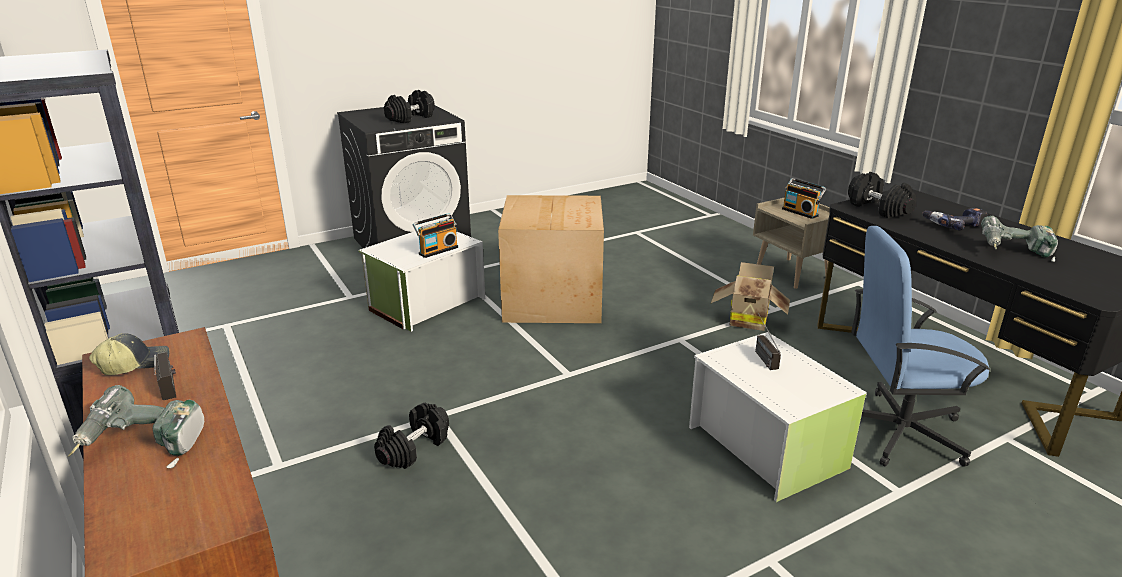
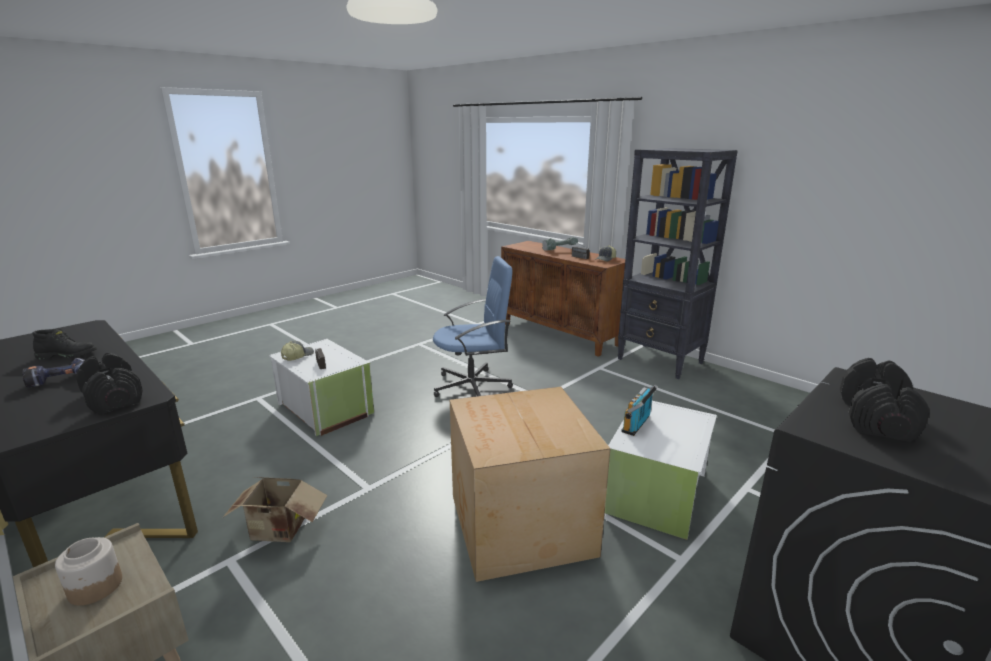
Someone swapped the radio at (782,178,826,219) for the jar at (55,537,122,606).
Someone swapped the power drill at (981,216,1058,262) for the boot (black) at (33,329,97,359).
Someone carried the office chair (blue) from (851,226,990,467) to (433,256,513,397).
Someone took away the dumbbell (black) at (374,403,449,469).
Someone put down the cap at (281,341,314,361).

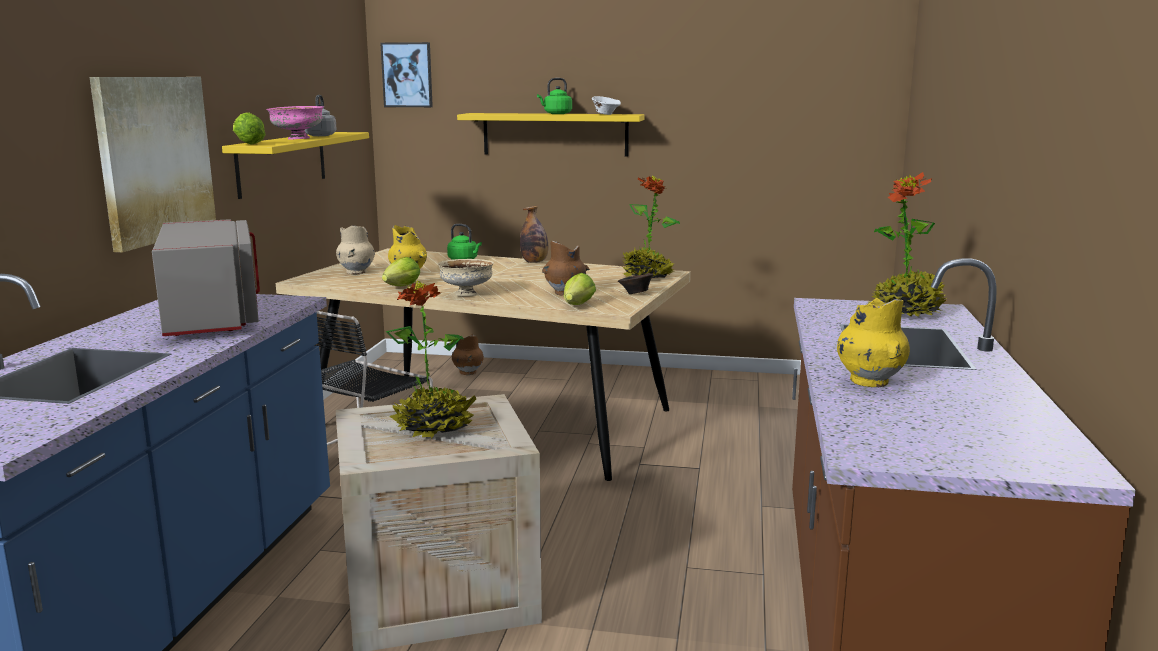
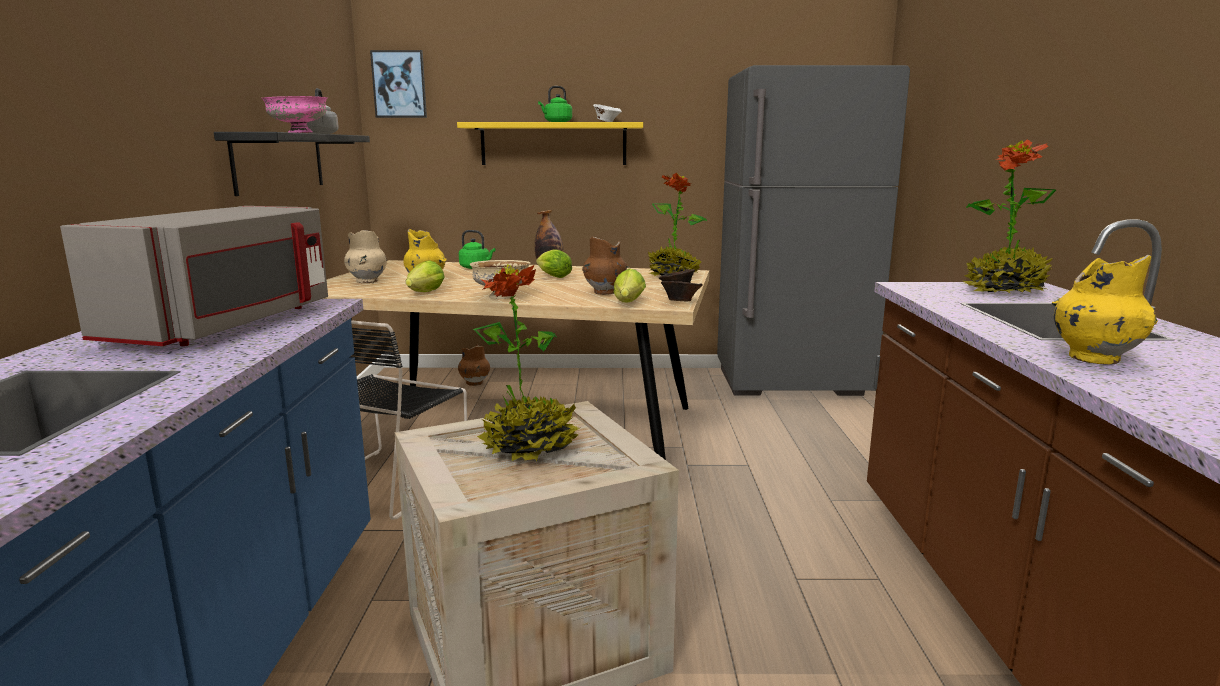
Someone took away the picture at (89,77,216,252).
Someone carried the lettuce from (233,112,266,145) to (536,249,572,278).
Someone repainted the shelf (yellow) at (222,132,369,199), which became the shelf (black) at (214,132,370,196).
Someone rotated the microwave (grey) at (152,219,260,336) by 45 degrees clockwise.
Someone put down the fridge (grey) at (717,65,910,396).
Someone put down the bowl (brown) at (661,281,703,301).

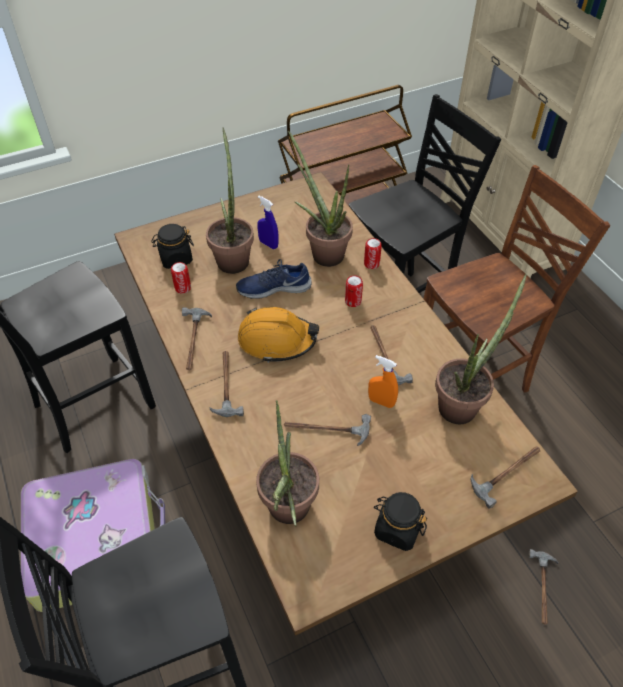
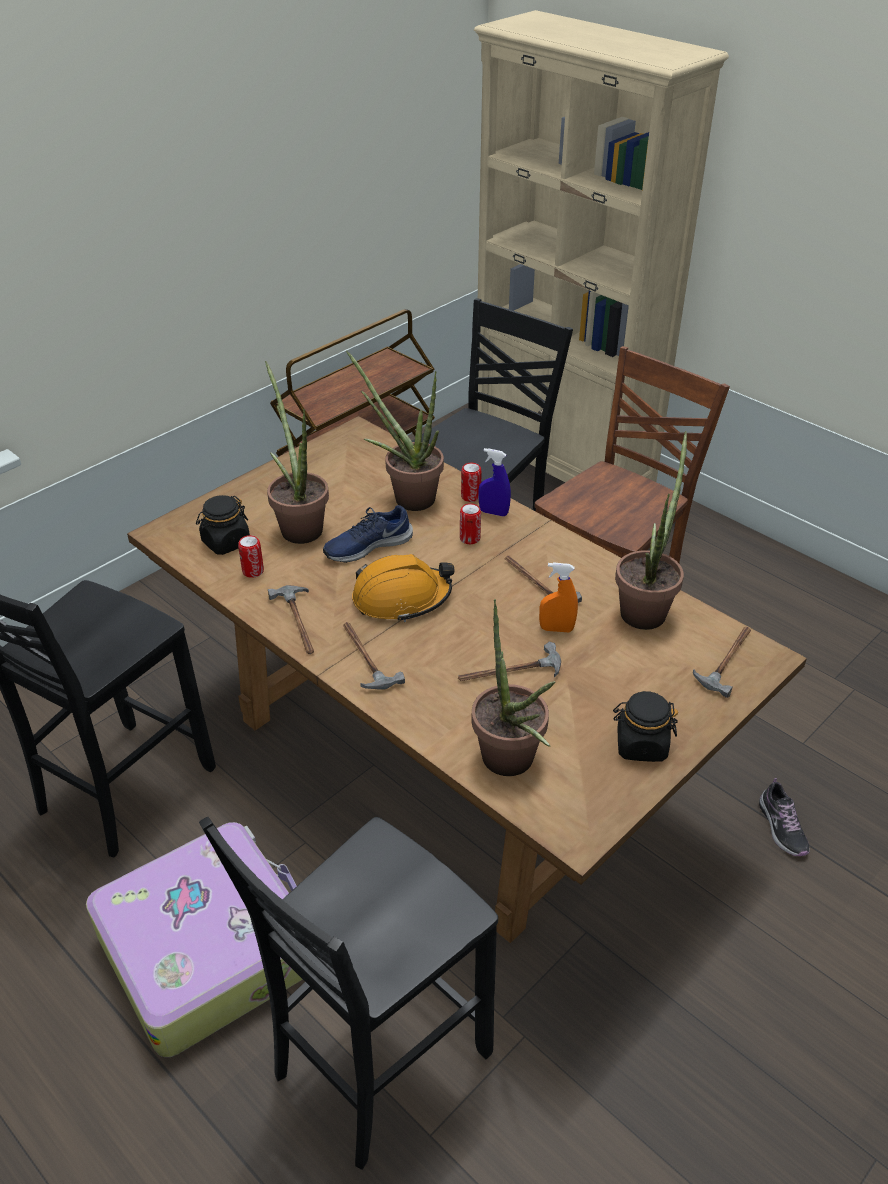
Someone carried the spray bottle (blue) from (257,196,279,249) to (478,448,511,516).
Someone swapped the hammer at (528,549,559,625) for the shoe at (759,778,809,856).

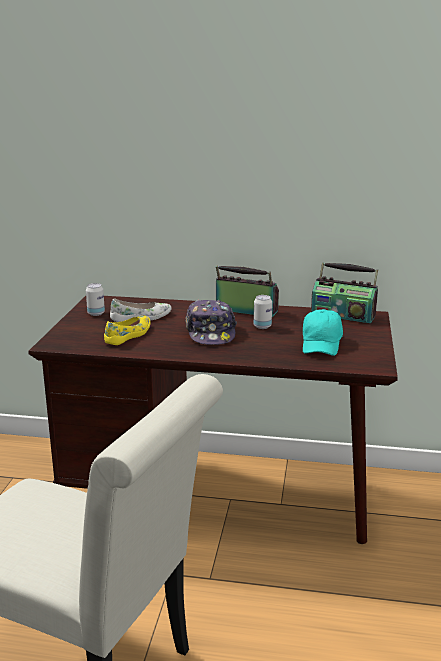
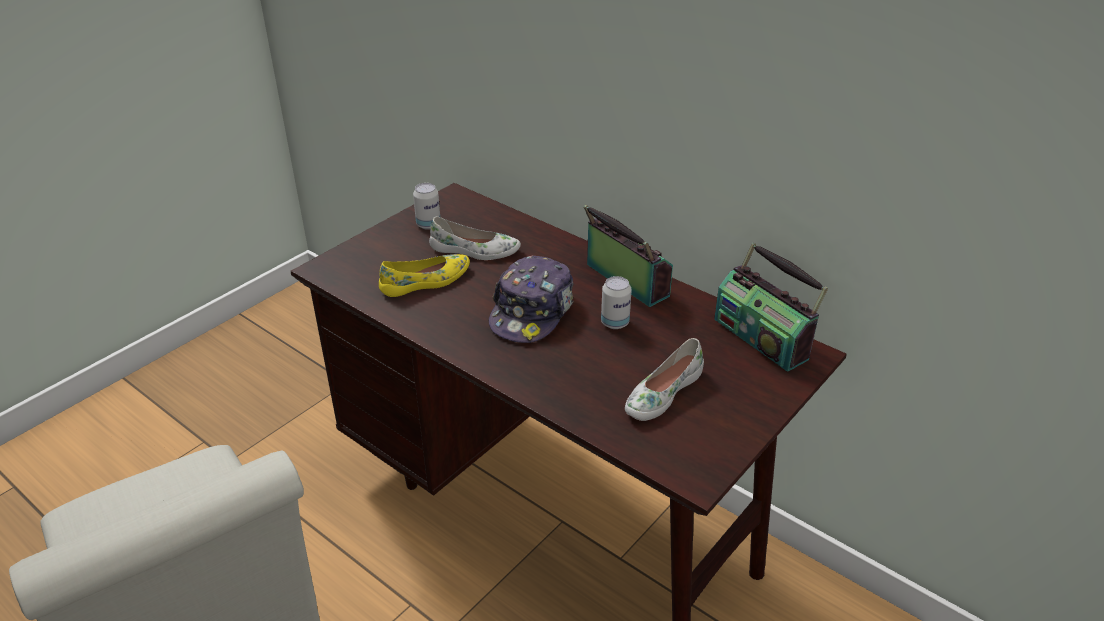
Someone swapped the cap (turquoise) at (303,309,343,356) for the shoe (white) at (625,338,704,421).

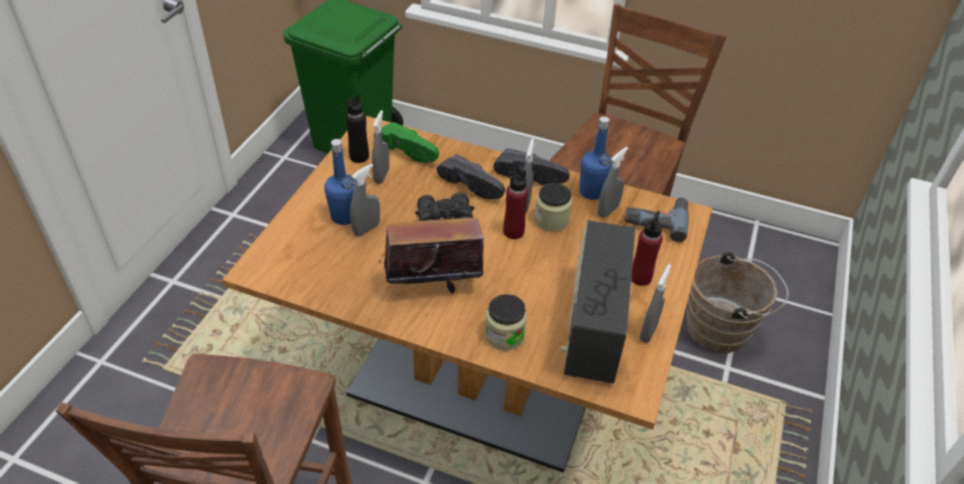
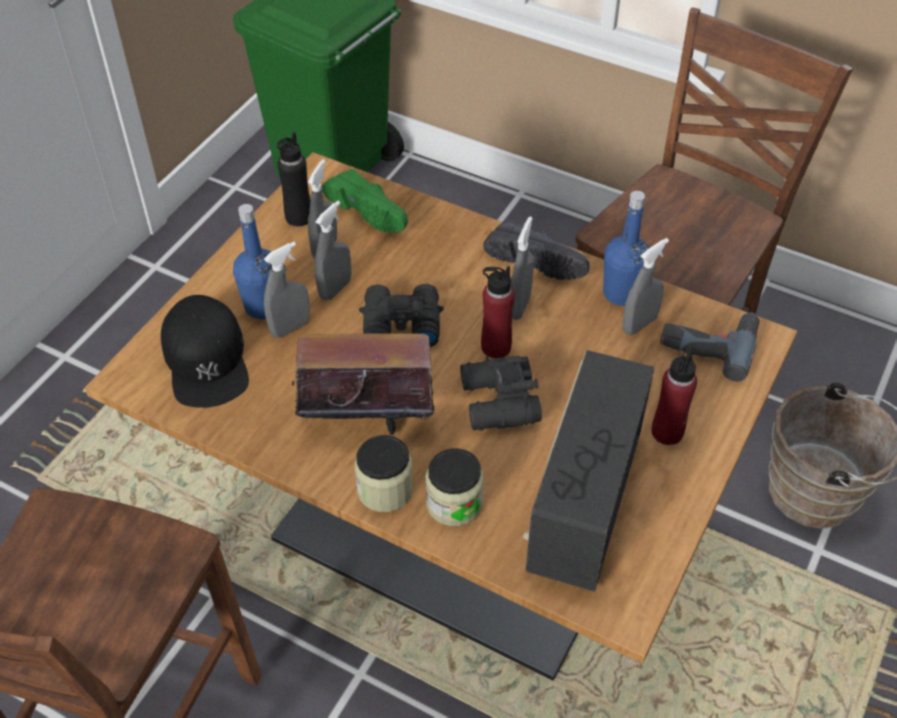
Someone took away the shoe (black) at (437,155,505,199).
Someone carried the jar from (534,183,572,232) to (355,435,413,512).
Someone carried the spray bottle (grey) from (639,264,671,343) to (315,201,351,301).
Someone put down the cap (black) at (161,295,249,408).
Someone put down the binoculars (black) at (460,356,542,431).

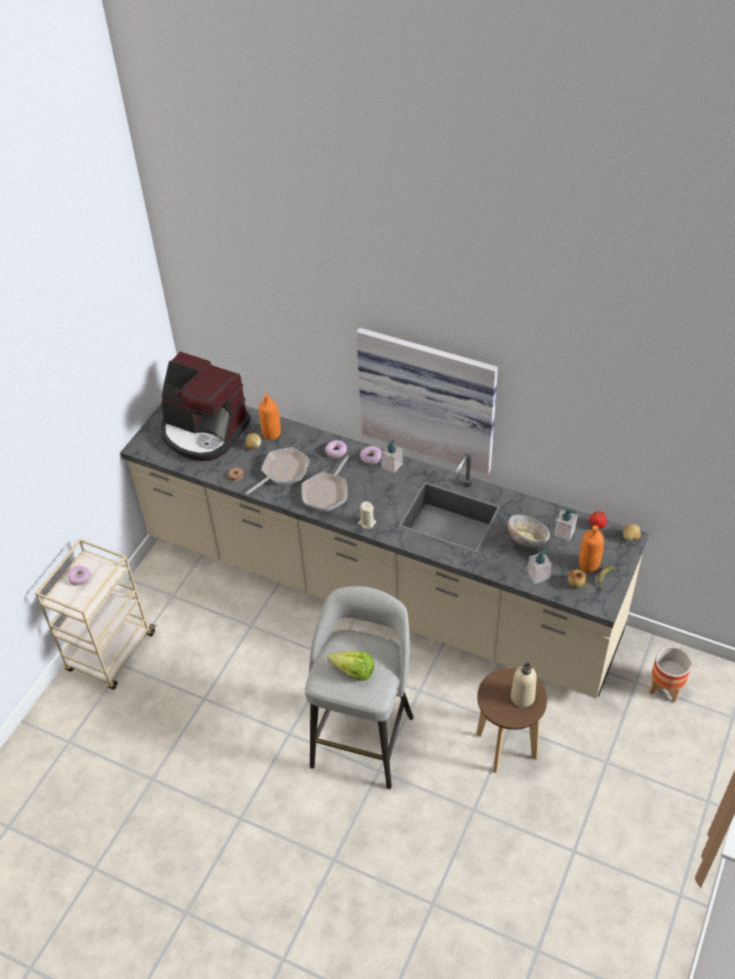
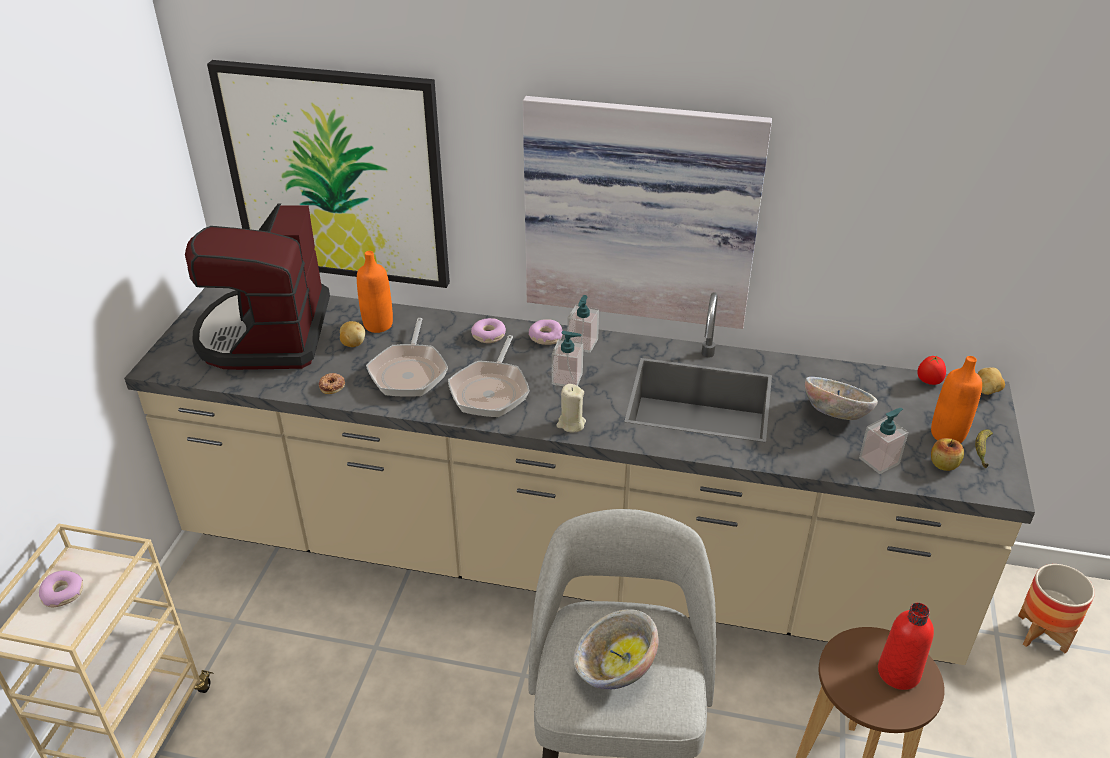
Someone rotated the coffee machine at (161,352,251,461) by 75 degrees clockwise.
Someone rotated the frying pan at (245,447,310,495) by 150 degrees clockwise.
Someone carried the soap dispenser from (554,507,578,541) to (552,331,583,386).
Someone swapped the lettuce at (327,651,374,681) for the bowl at (573,609,659,690).
Someone repainted the bottle (beige) at (511,662,537,707), which became the bottle (red) at (878,603,934,690).
Someone put up the picture at (207,60,450,288).

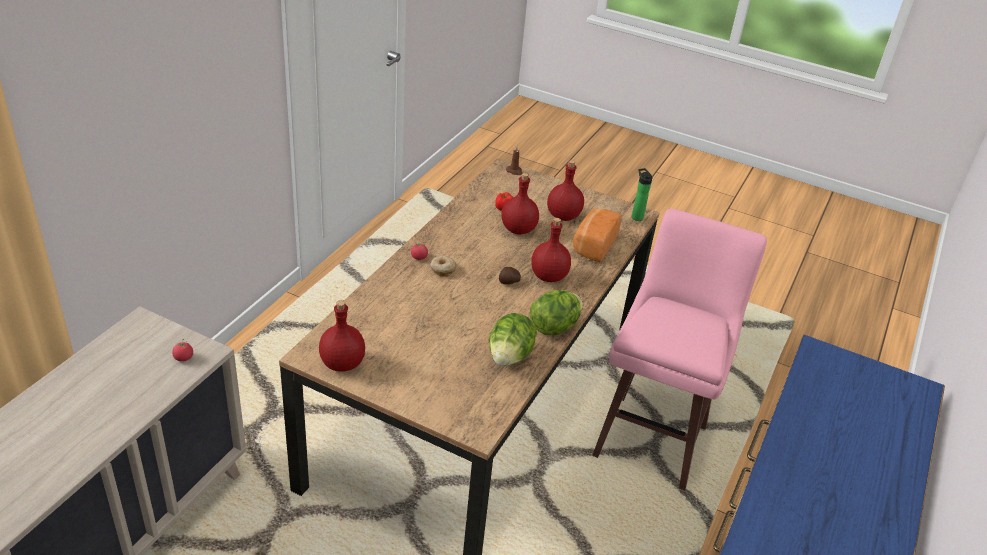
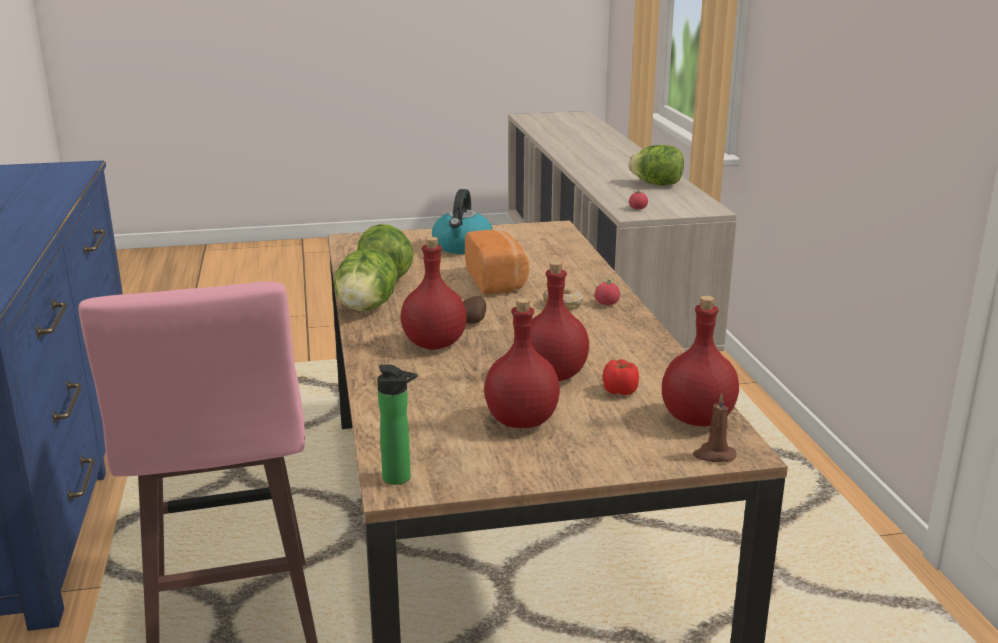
Someone carried the bread from (573,208,622,262) to (465,230,529,295).
Someone carried the bottle (red) from (319,300,365,372) to (662,296,739,427).
Someone put down the lettuce at (629,145,684,186).
Someone put down the kettle at (432,189,493,254).

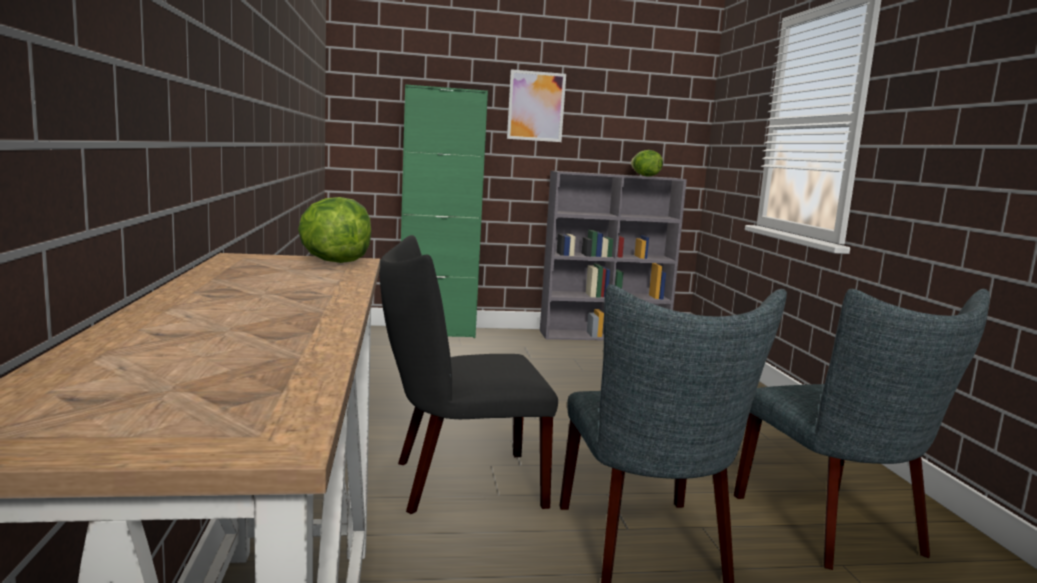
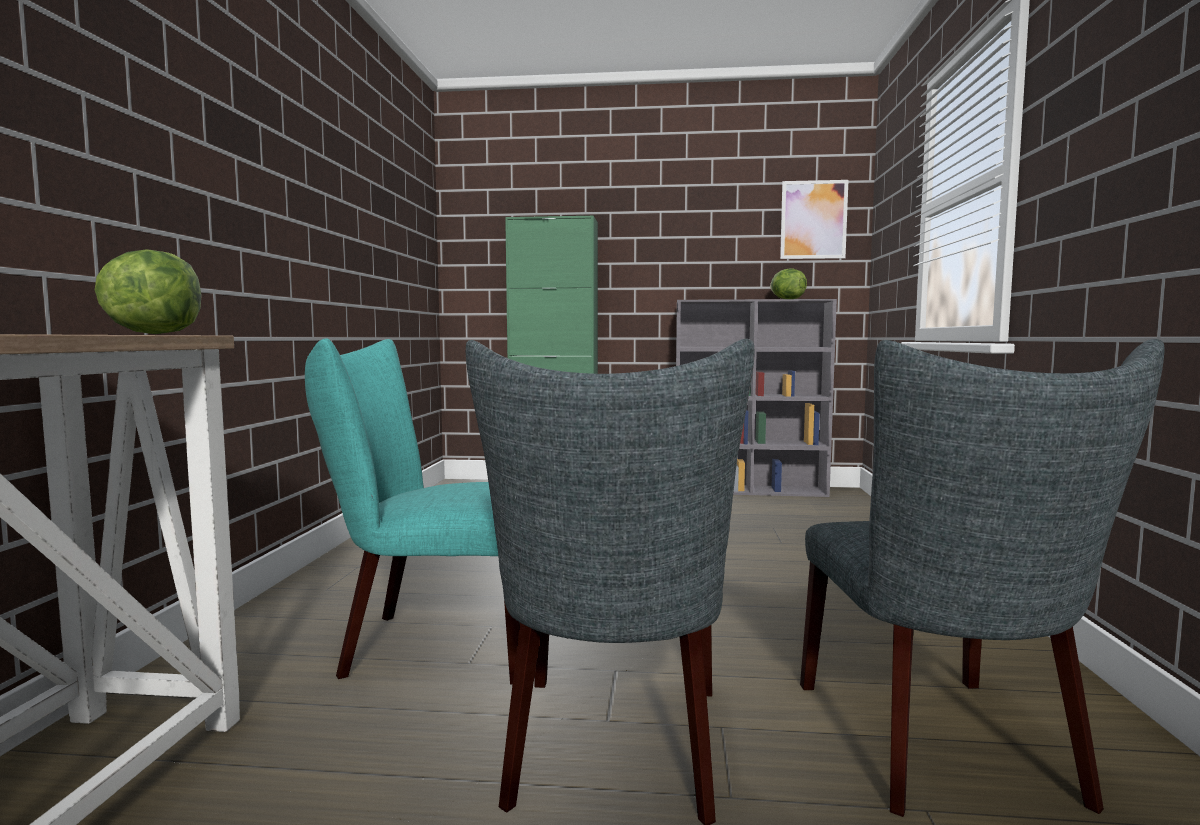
Someone carried the picture from (507,69,566,142) to (780,180,848,259).
Someone repainted the chair (black) at (379,235,558,514), which became the chair (turquoise) at (305,338,520,684).

